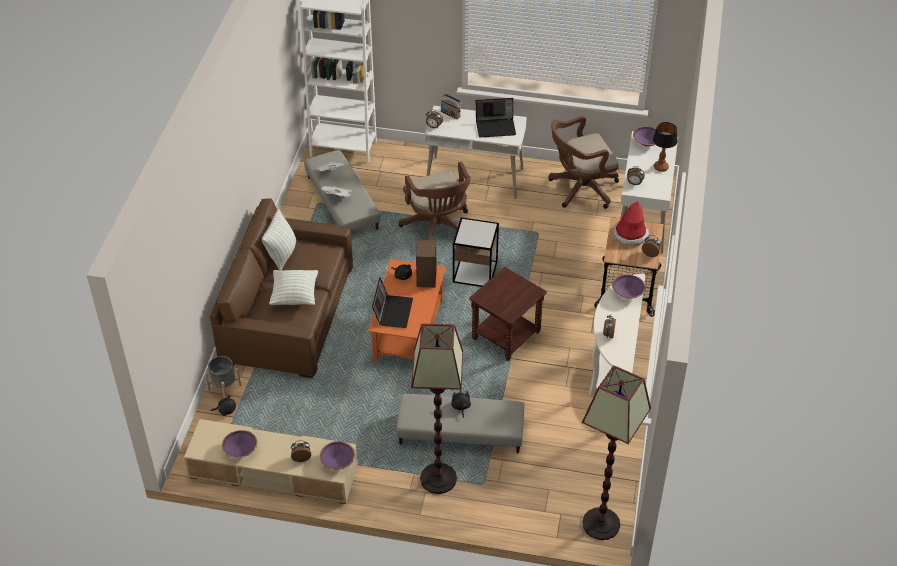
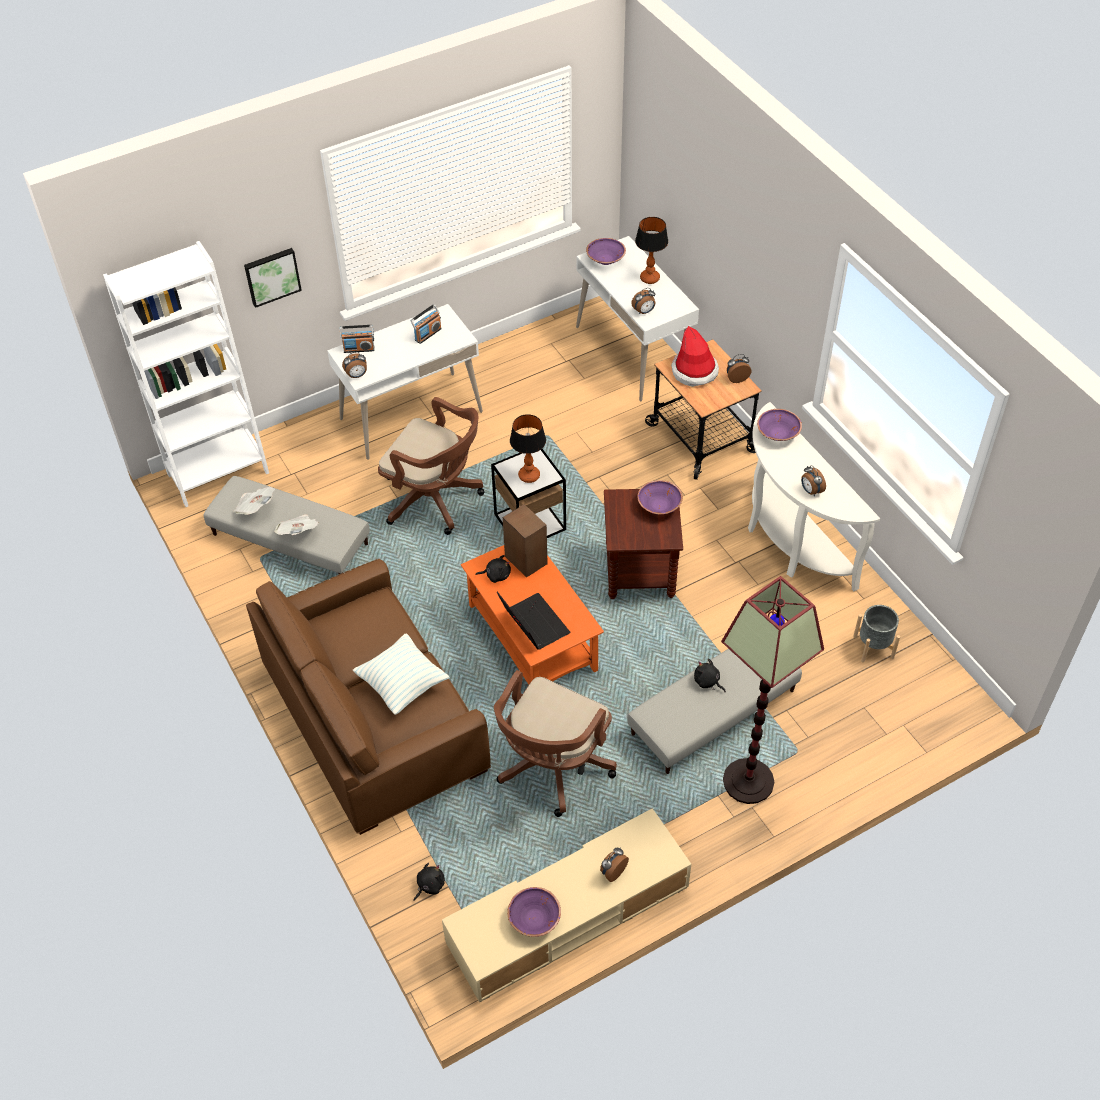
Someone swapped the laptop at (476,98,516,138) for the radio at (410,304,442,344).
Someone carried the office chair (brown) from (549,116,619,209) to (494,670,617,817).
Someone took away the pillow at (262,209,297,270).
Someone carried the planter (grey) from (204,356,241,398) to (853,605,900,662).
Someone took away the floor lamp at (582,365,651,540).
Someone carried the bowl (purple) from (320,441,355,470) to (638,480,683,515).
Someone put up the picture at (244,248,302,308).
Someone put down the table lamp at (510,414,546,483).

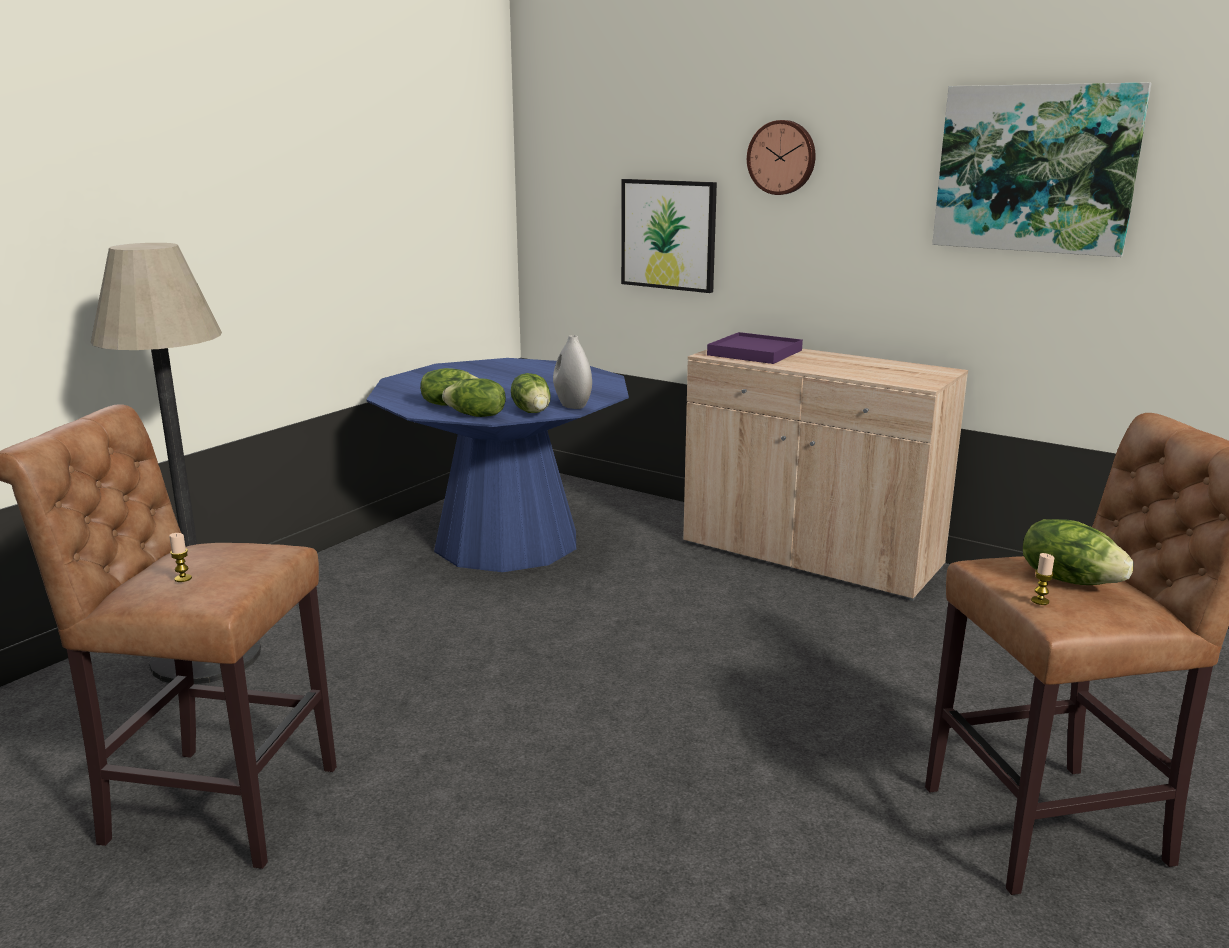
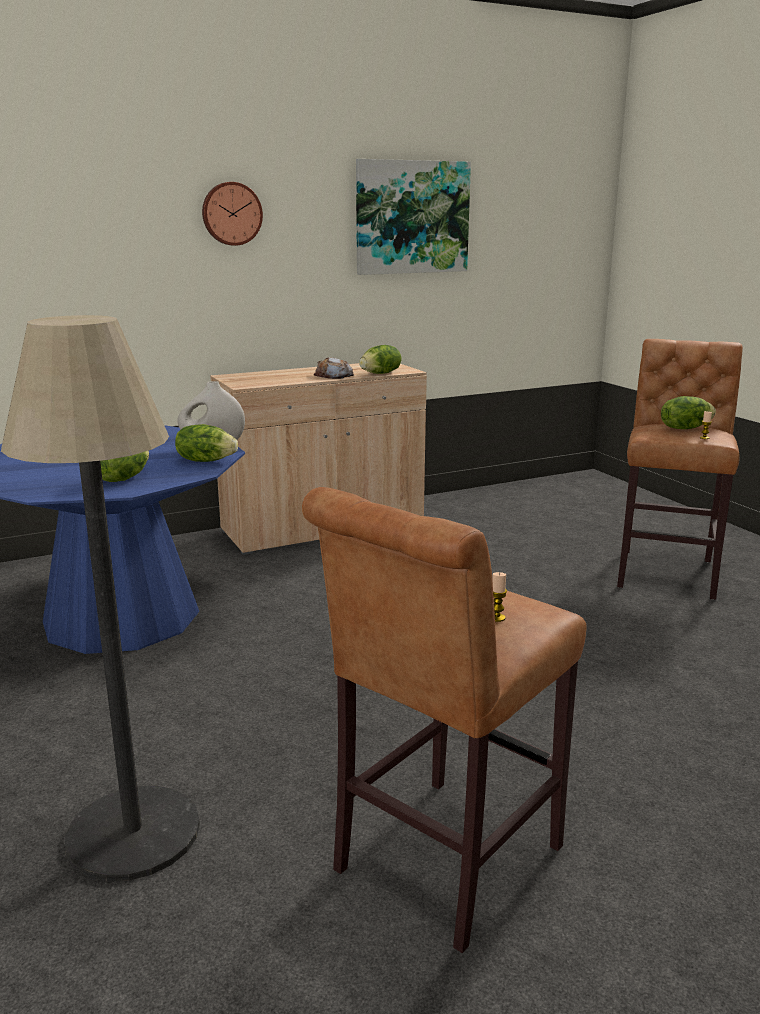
Someone took away the picture at (621,179,717,293).
Someone took away the tray (purple) at (707,332,803,364).
Someone carried the lettuce from (442,378,506,417) to (359,345,401,374).
Someone put down the bread at (314,357,354,379).

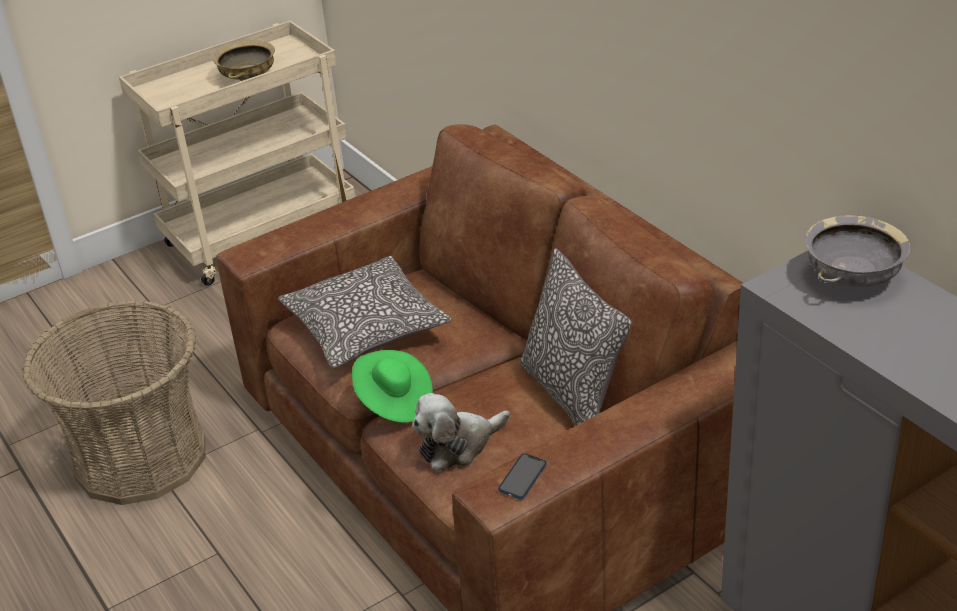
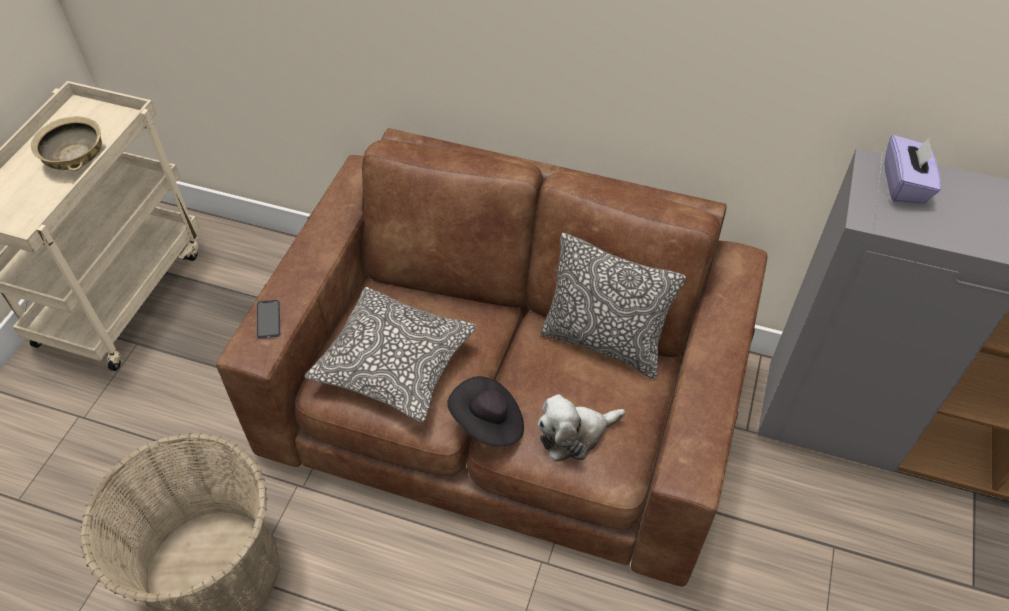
Someone swapped the bowl (grey) at (805,215,910,287) for the tissue box (purple) at (884,135,941,204).
Someone repainted the hat (green) at (352,350,433,423), which became the hat (black) at (447,376,524,446).
Someone rotated the plush toy at (412,393,510,471) by 45 degrees clockwise.
Someone carried the phone from (498,453,546,499) to (257,300,280,338).

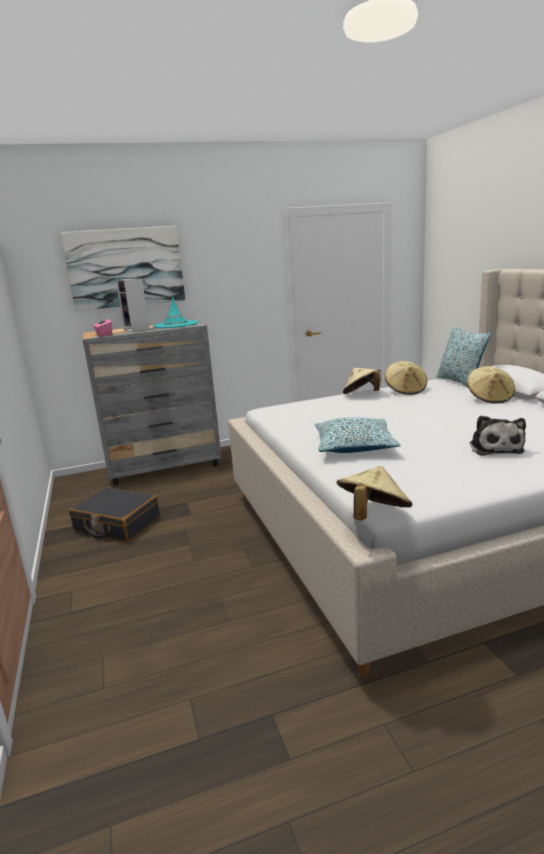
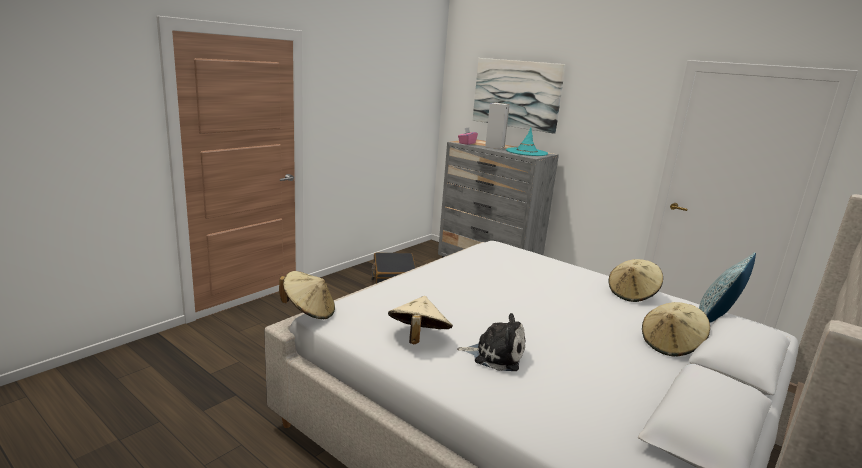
Someone carried the hat (beige) from (343,368,381,394) to (388,296,453,344).
Someone rotated the plush toy at (470,416,526,456) by 135 degrees counterclockwise.
Someone took away the pillow at (314,417,401,453).

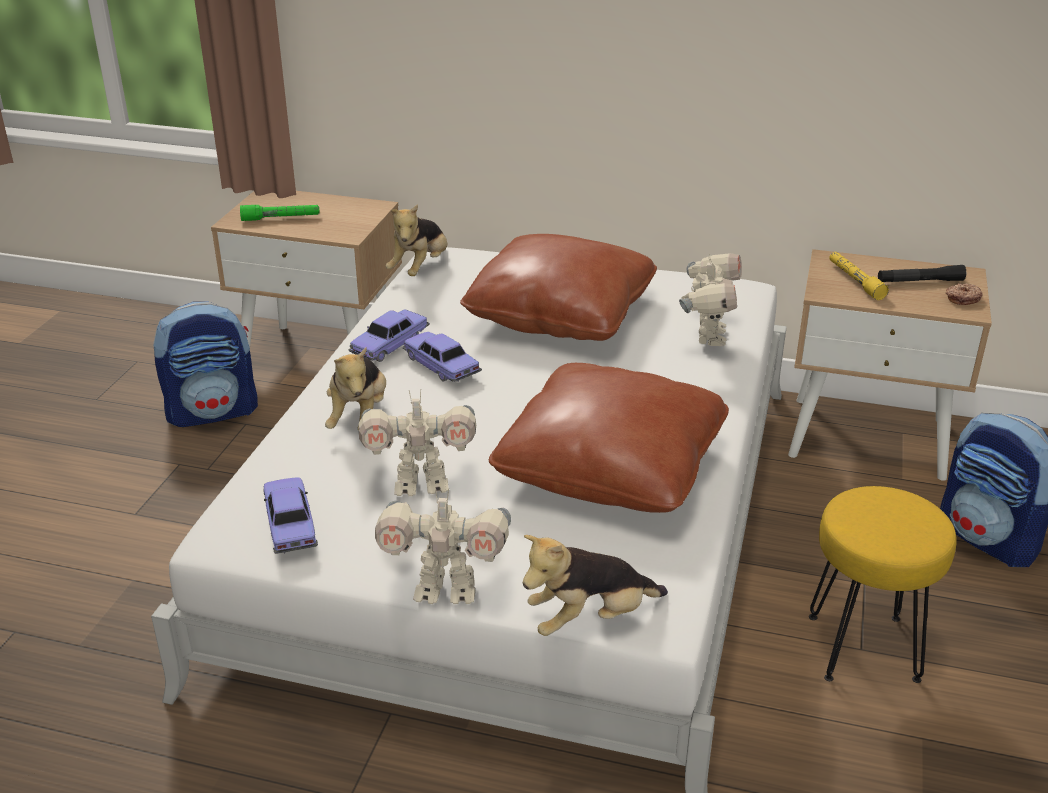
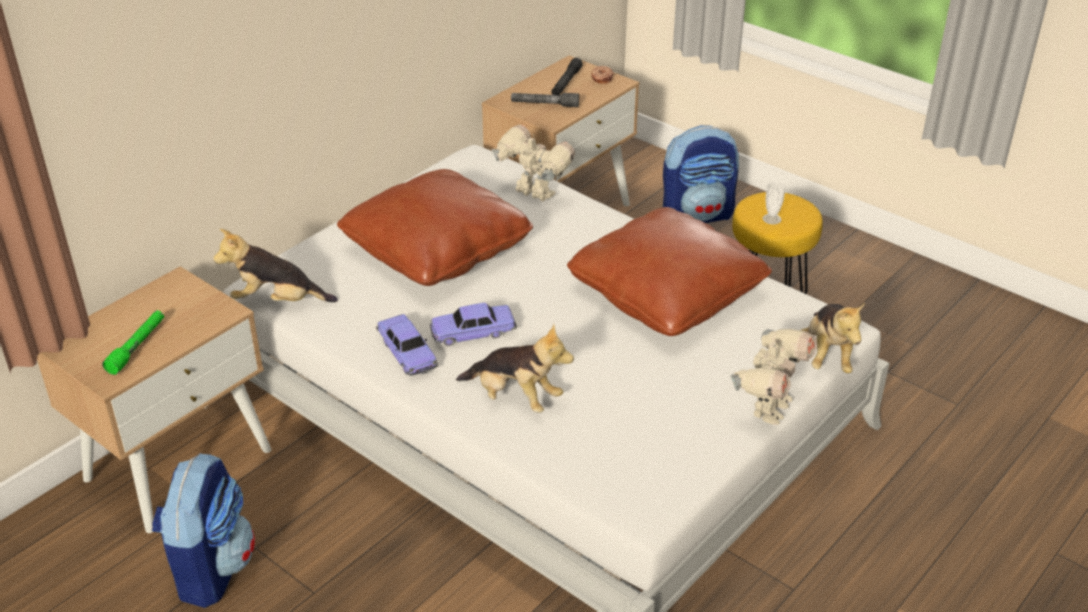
Someone rotated the plush toy at (386,204,447,276) by 135 degrees clockwise.
Someone repainted the flashlight (yellow) at (829,252,889,300), which became the flashlight (grey) at (511,93,579,107).
Someone took away the toy robot at (359,389,476,496).
Someone took away the toy car at (263,477,318,554).
Someone put down the cup at (762,182,785,225).

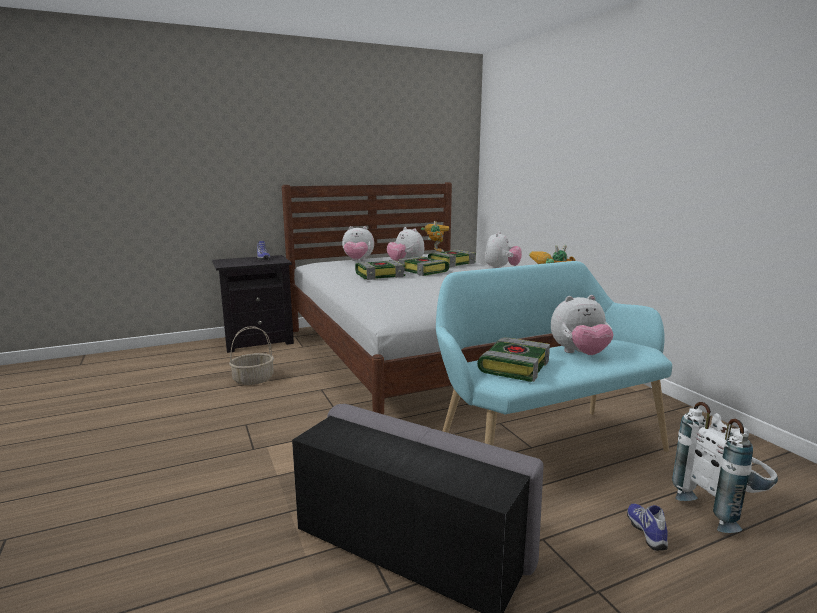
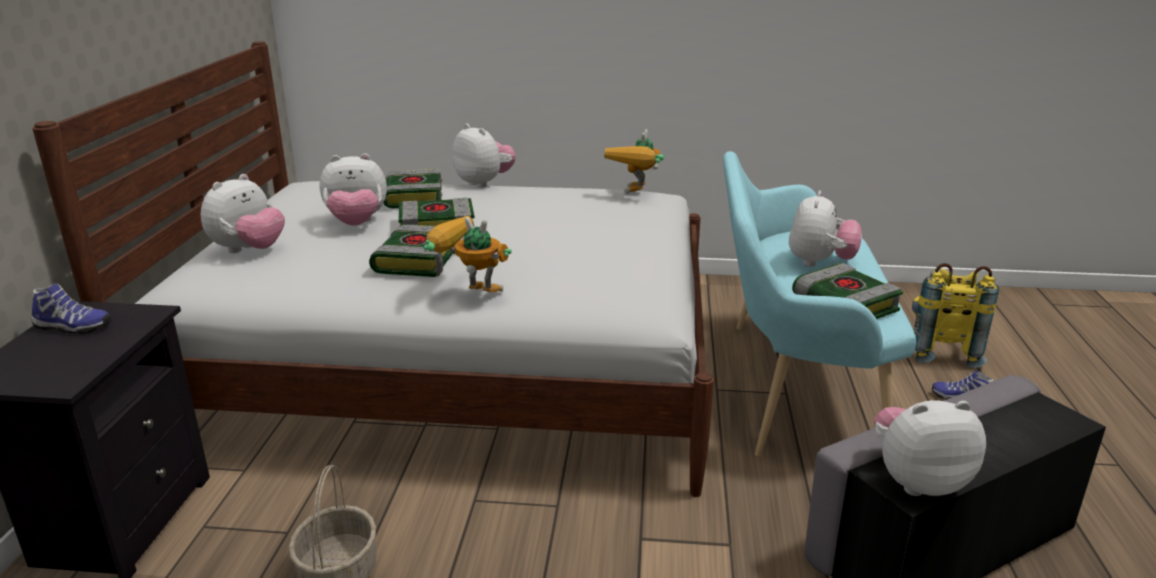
Someone carried the toy robot from (421,221,449,252) to (424,216,512,292).
Someone repainted the backpack (white) at (672,402,778,533), which became the backpack (yellow) at (912,263,999,368).
Someone put down the plush toy at (874,400,986,496).

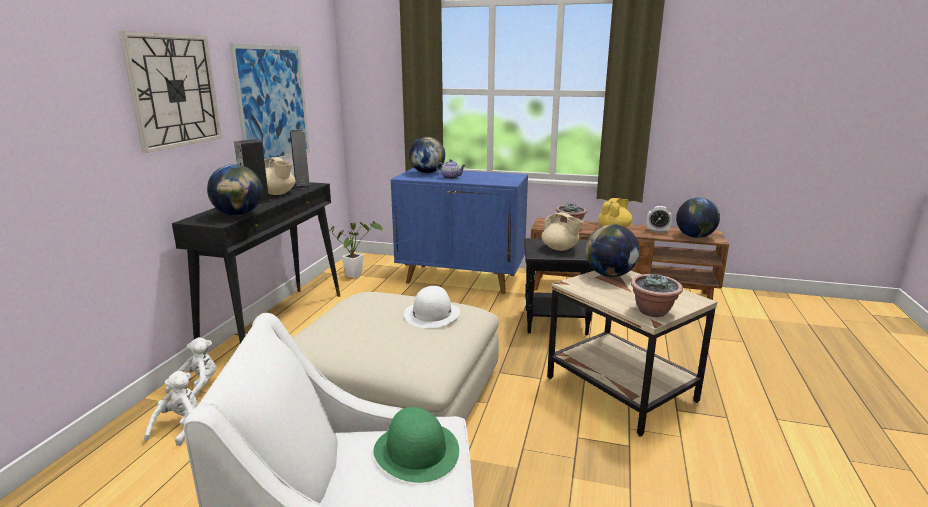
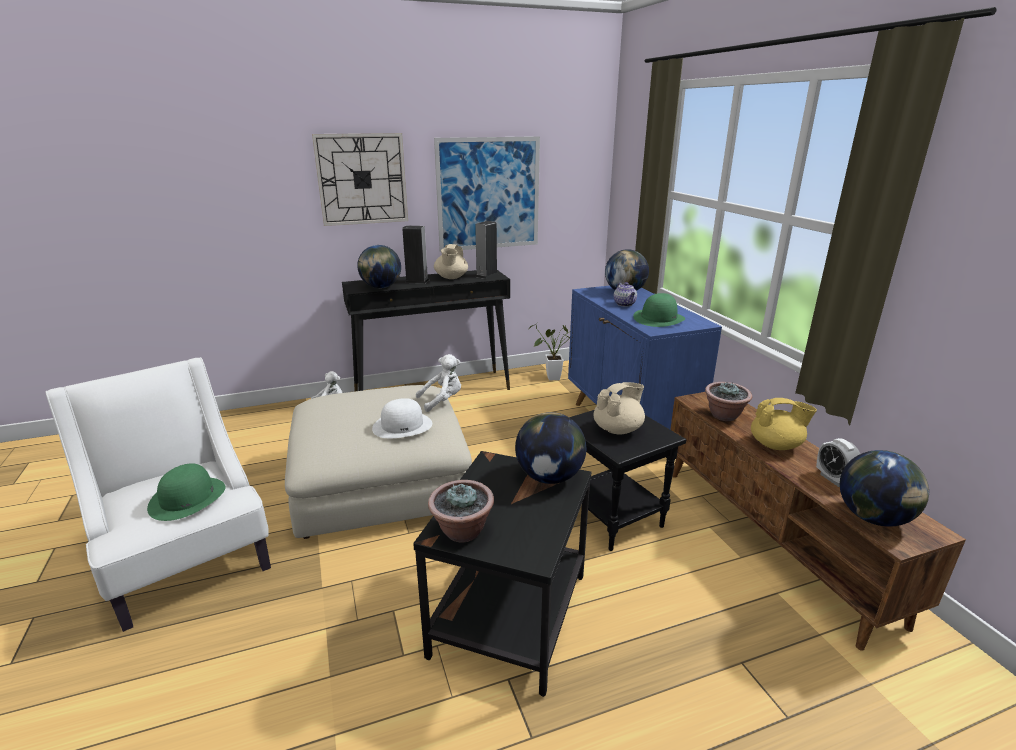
Someone rotated the teapot (beige) at (542,212,583,251) by 135 degrees counterclockwise.
Someone repainted the side table (beige) at (547,270,717,437), which became the side table (black) at (413,451,591,697).
Someone carried the plush toy (white) from (144,371,198,446) to (416,354,461,412).
Someone put down the hat (green) at (633,293,685,327).

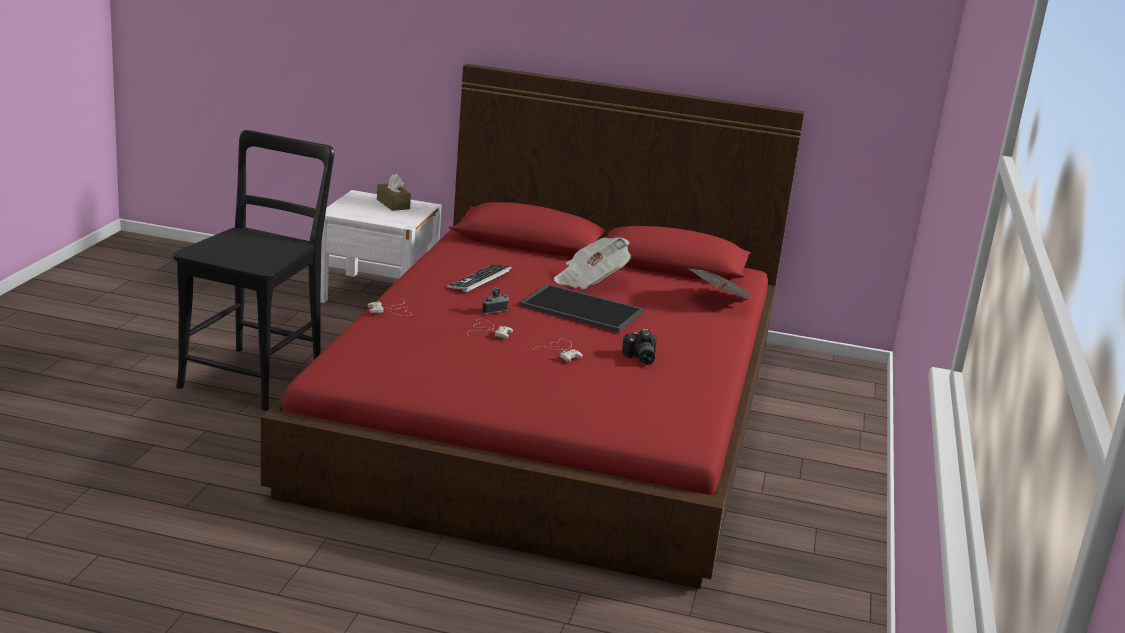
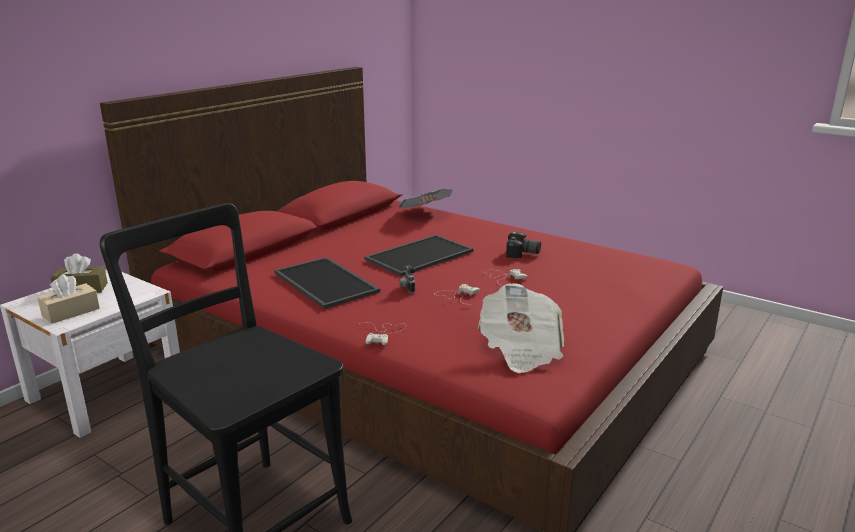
Someone carried the newspaper from (554,237,631,289) to (478,283,564,373).
Someone swapped the keyboard at (447,265,512,292) for the tray at (274,257,380,309).
Someone put down the tissue box (beige) at (38,274,100,324).

